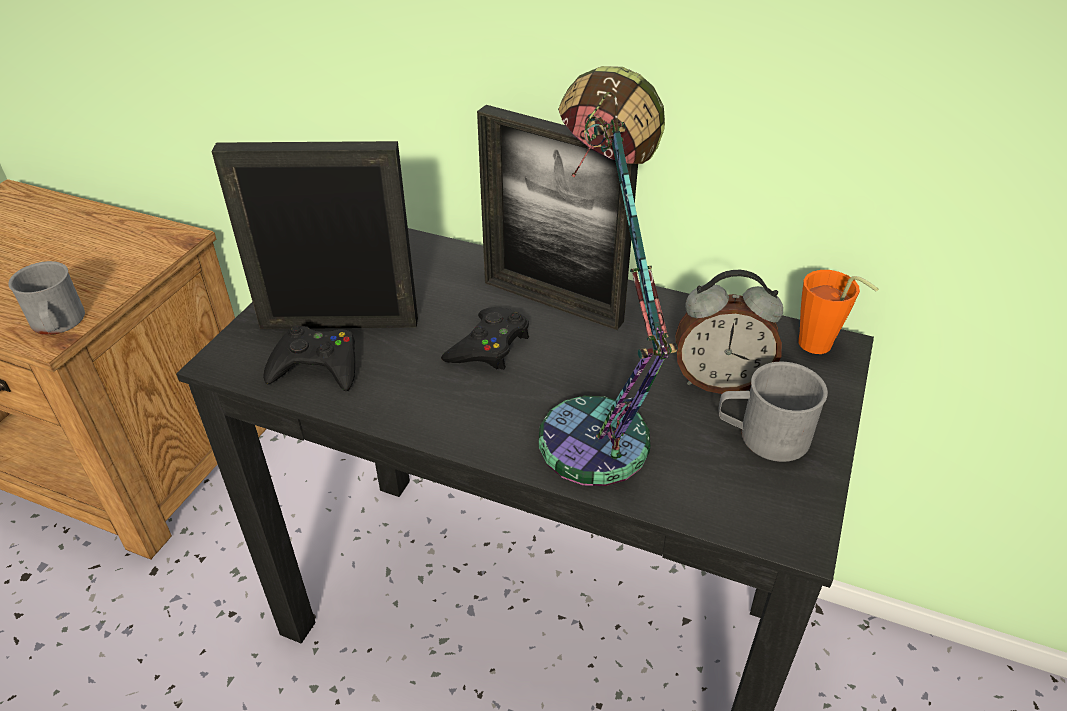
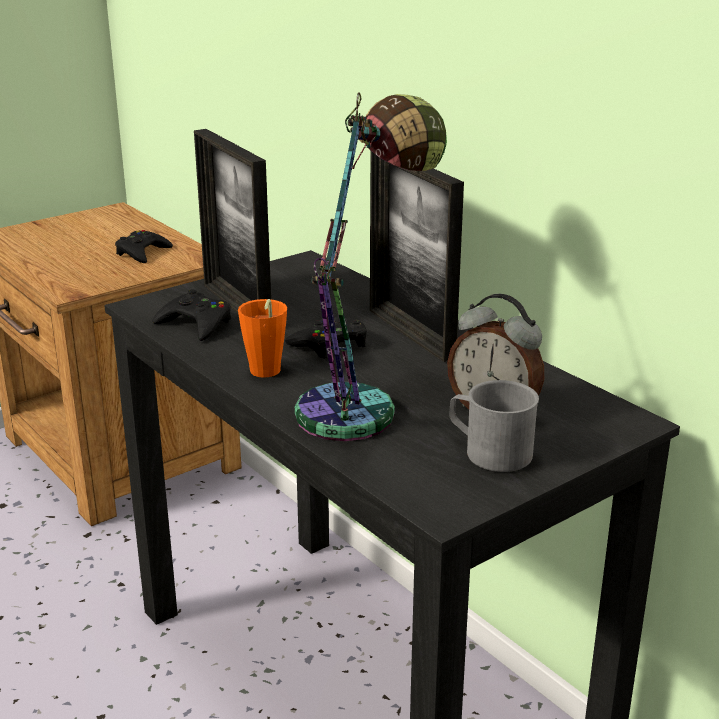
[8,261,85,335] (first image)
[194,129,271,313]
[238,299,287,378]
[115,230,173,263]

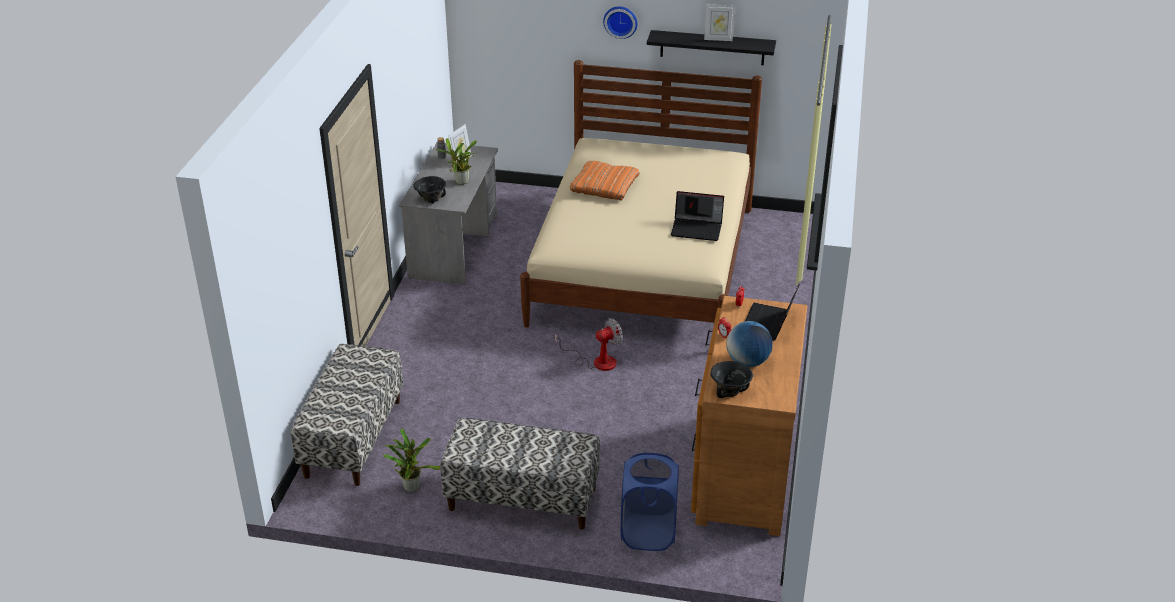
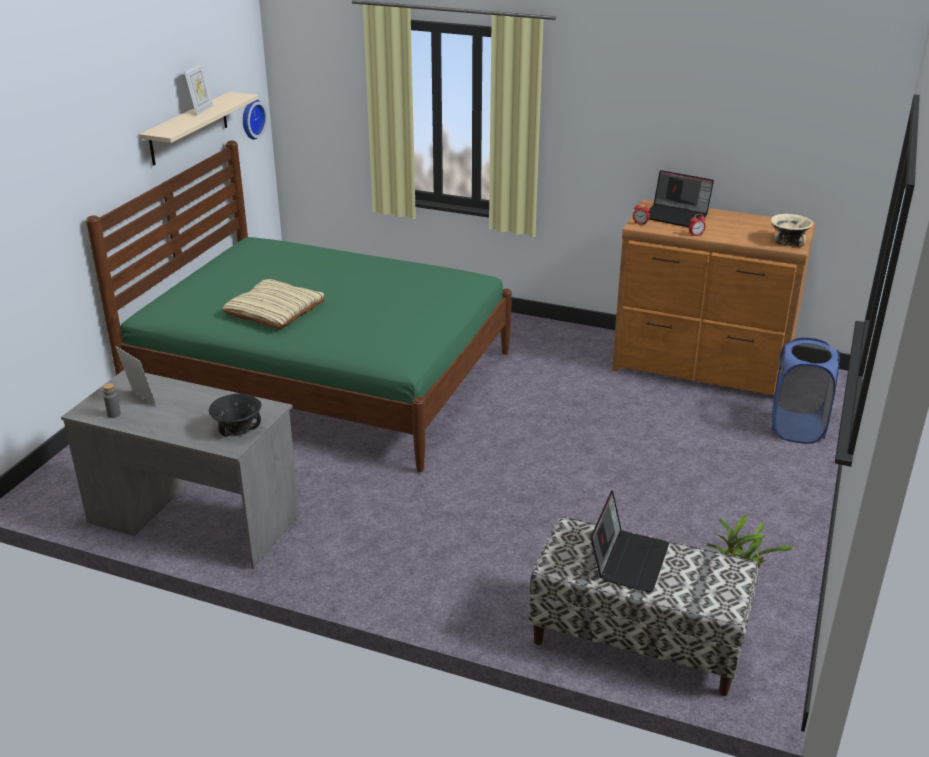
[436,138,477,185] (first image)
[440,417,600,530] (first image)
[86,141,512,472]
[554,318,623,371] (first image)
[222,279,324,329]
[243,100,267,140]
[139,92,258,166]
[591,490,669,592]
[770,214,813,246]
[726,321,772,367] (first image)

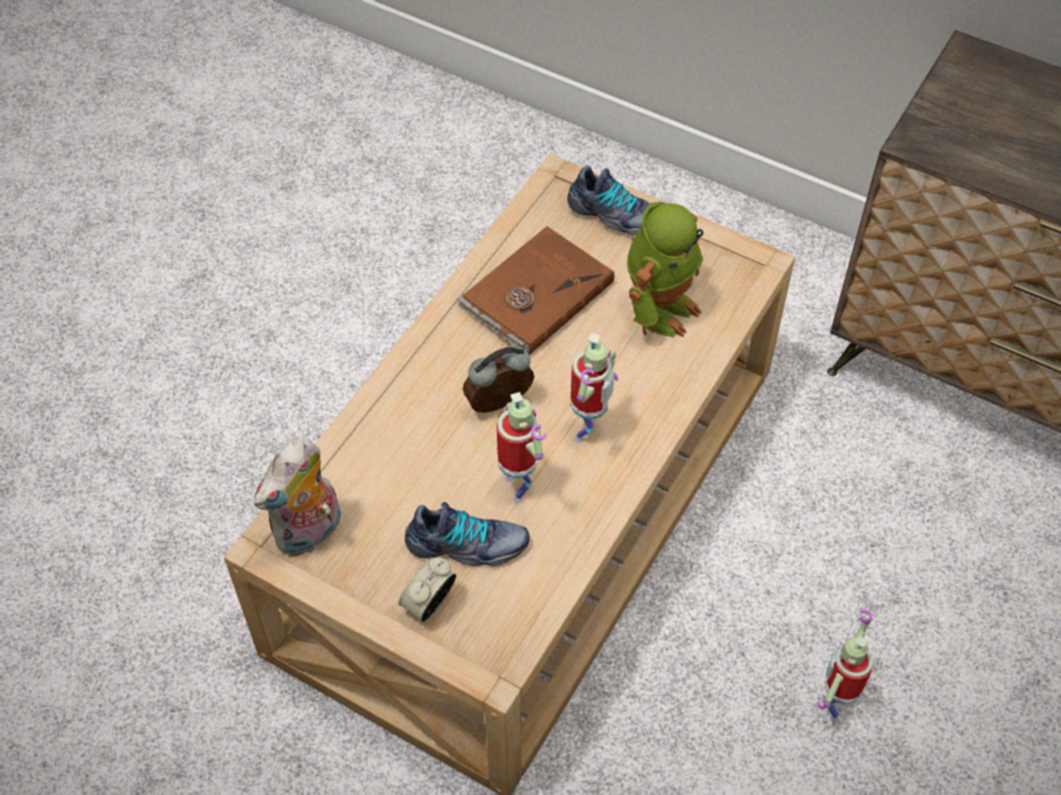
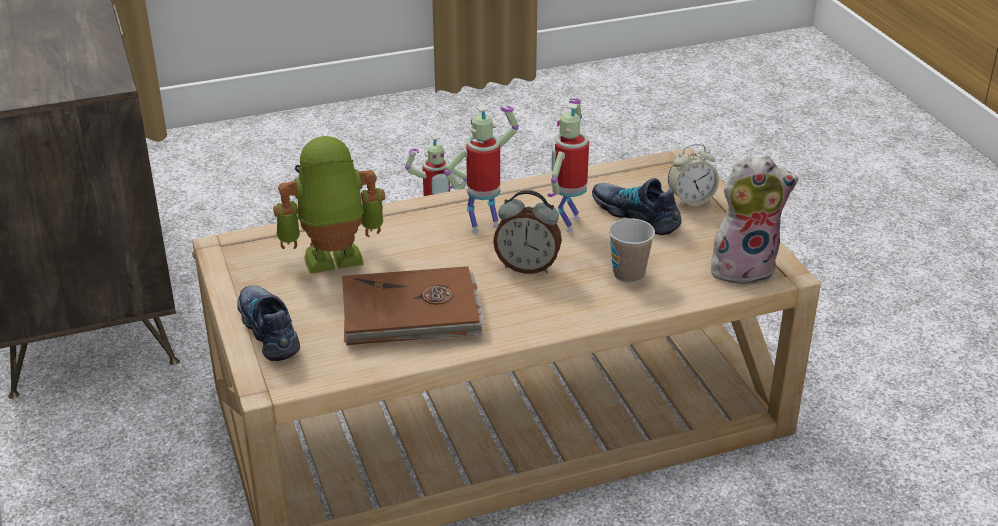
[609,218,655,283]

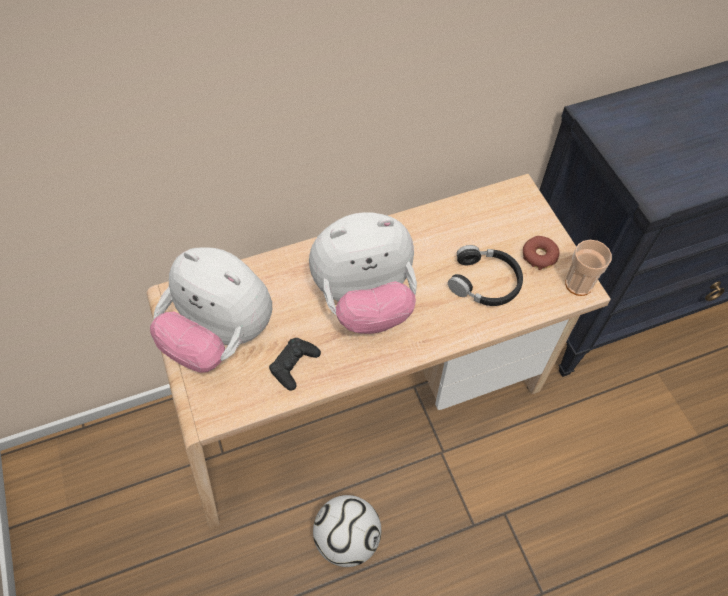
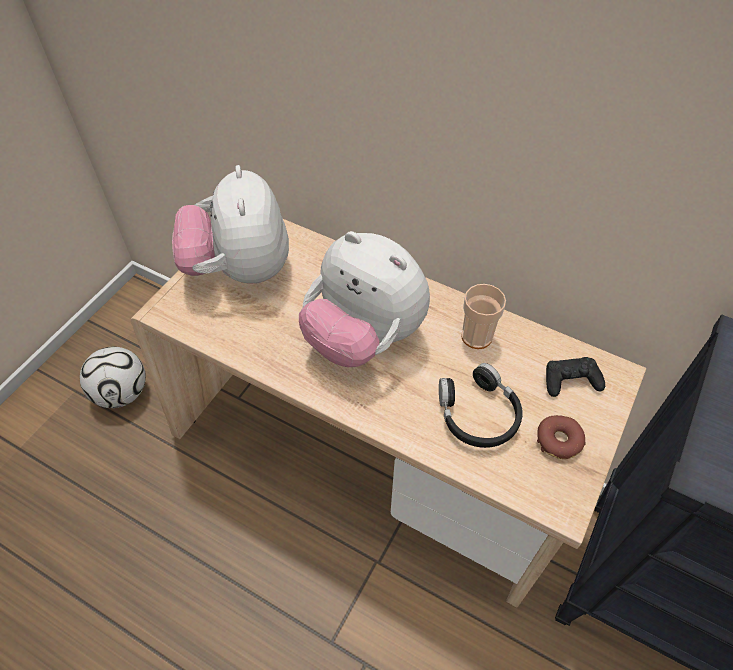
[546,357,605,397]
[80,347,146,408]
[461,284,506,349]

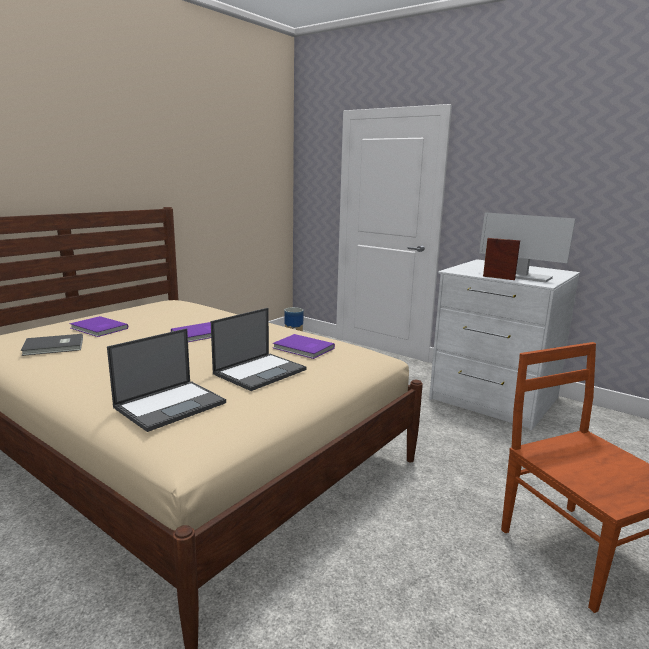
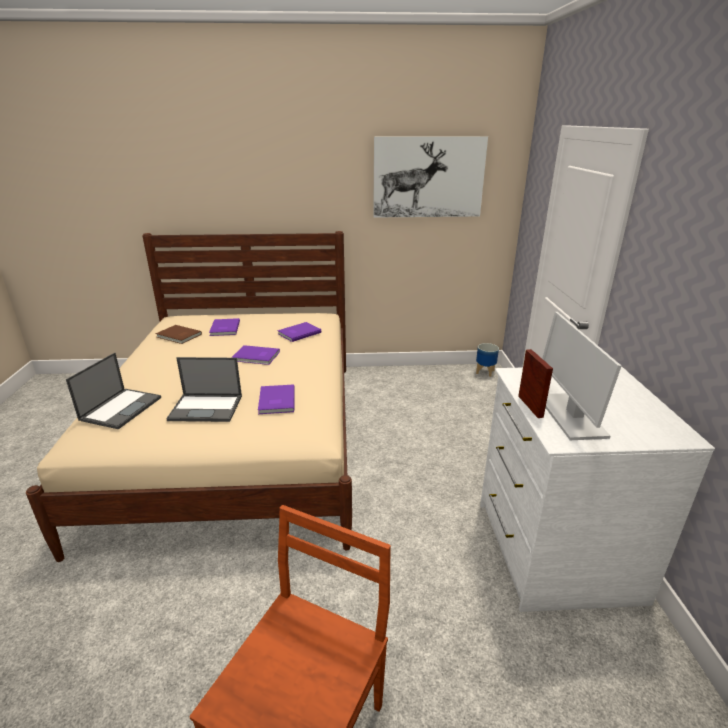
[155,325,202,344]
[66,353,161,429]
[277,322,321,342]
[373,136,488,218]

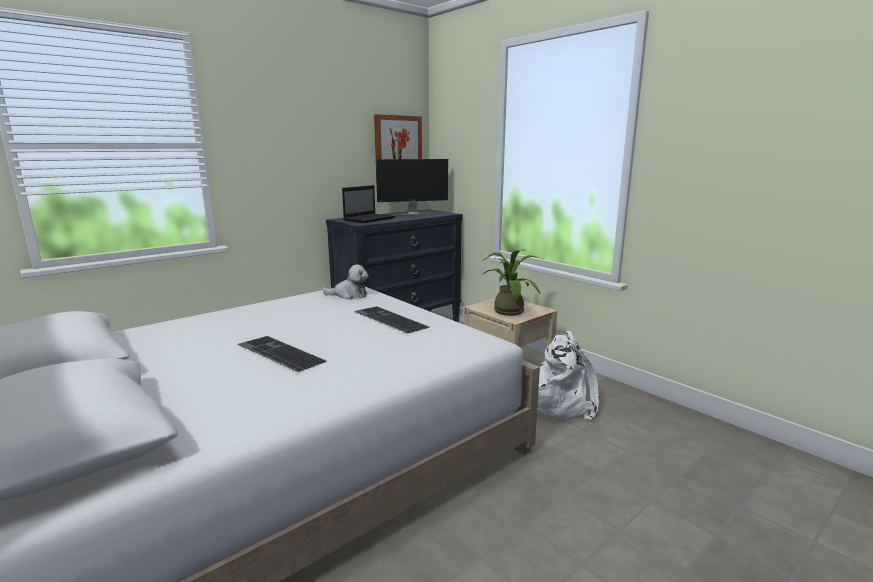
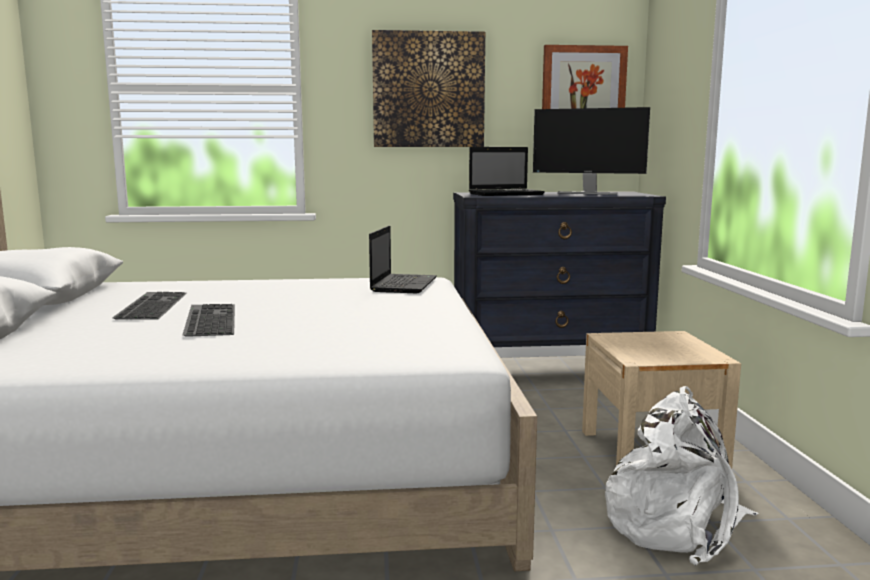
[369,226,437,294]
[112,292,187,320]
[482,249,542,316] (first image)
[372,30,485,147]

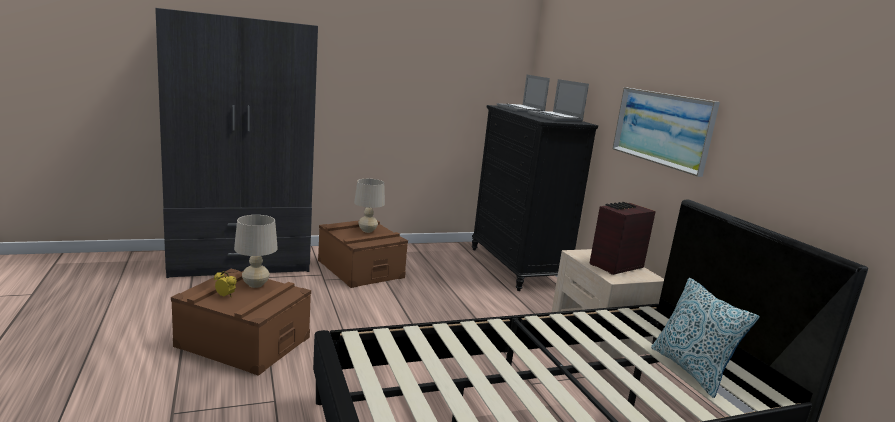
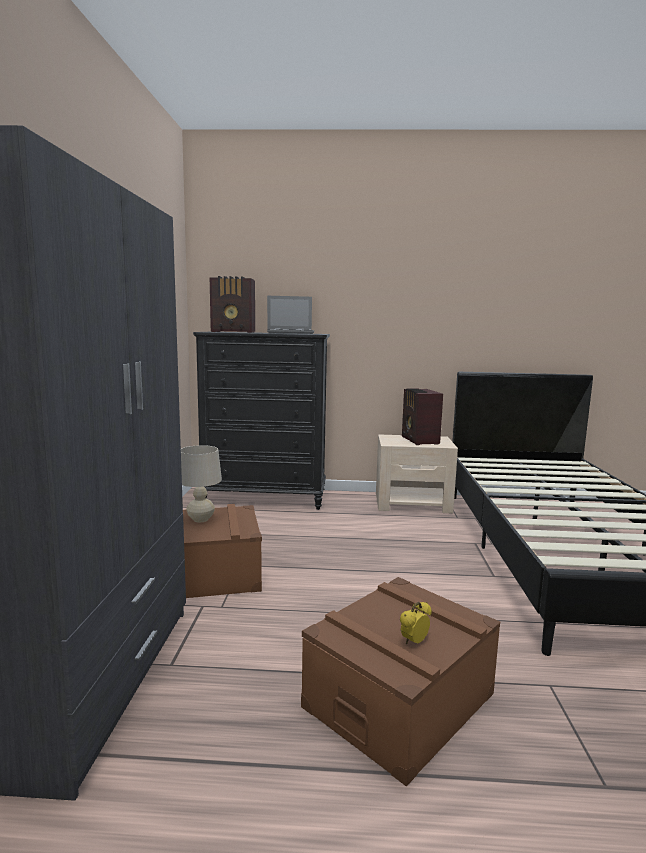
[234,215,278,288] (first image)
[210,276,255,333]
[613,87,720,177] (first image)
[651,278,759,398] (first image)

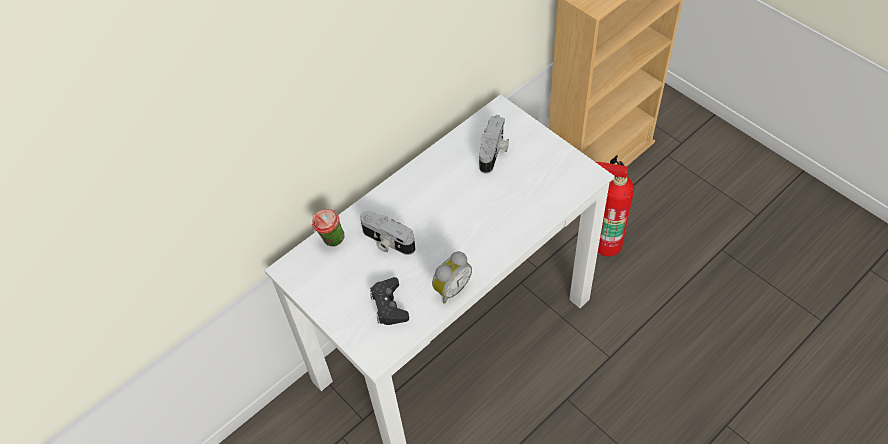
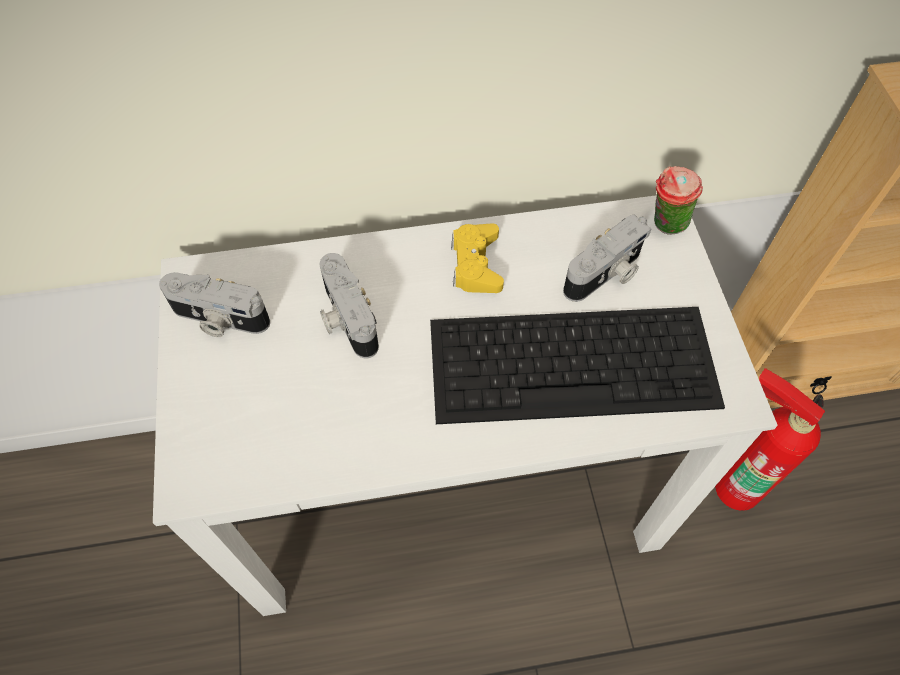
[654,166,703,235]
[370,277,409,325] (first image)
[432,251,472,304] (first image)
[159,272,270,337]
[430,307,725,424]
[451,223,504,293]

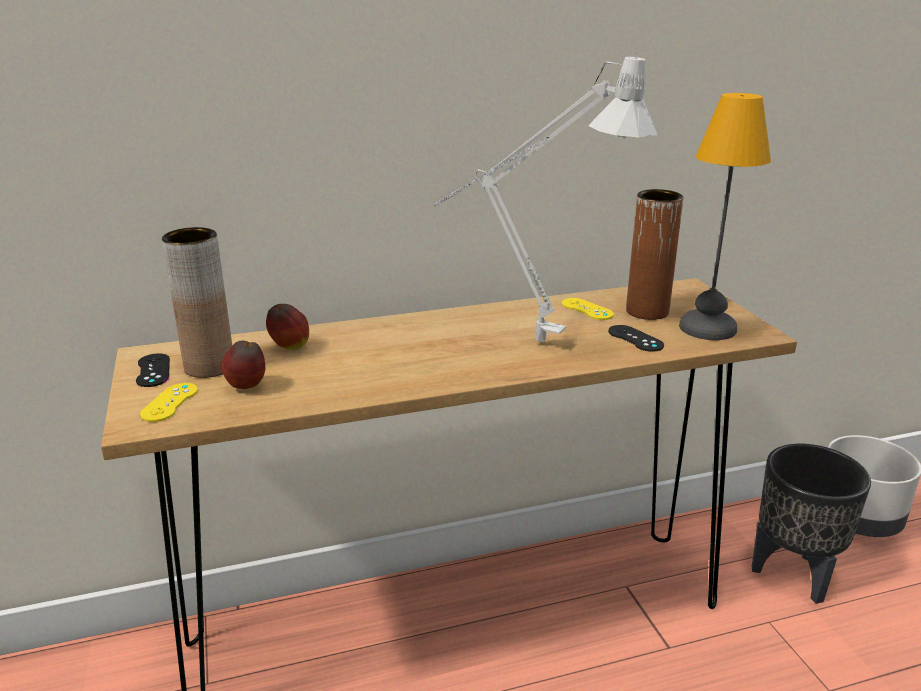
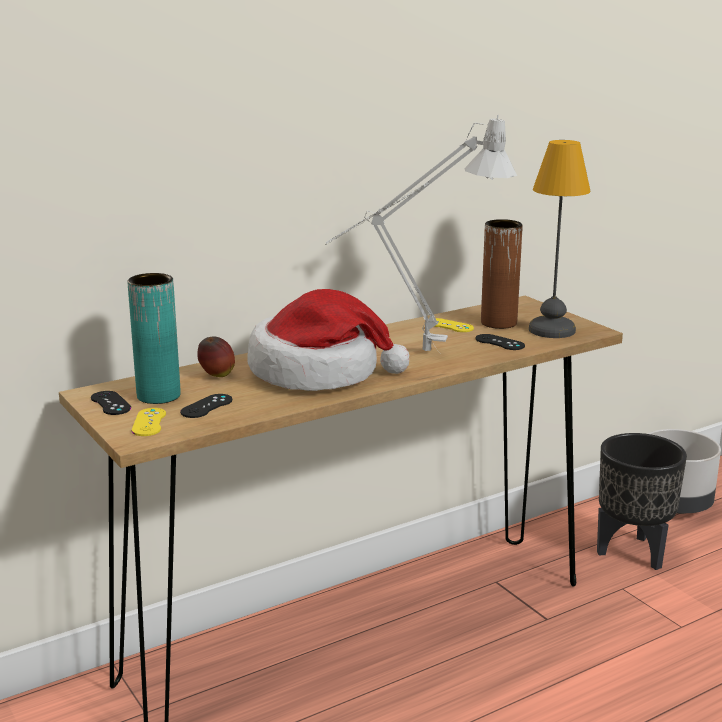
[127,273,180,404]
[180,394,232,418]
[247,289,409,391]

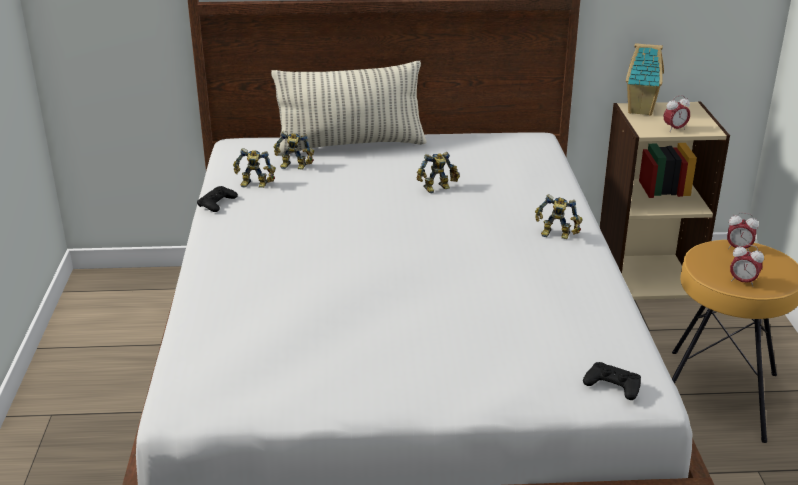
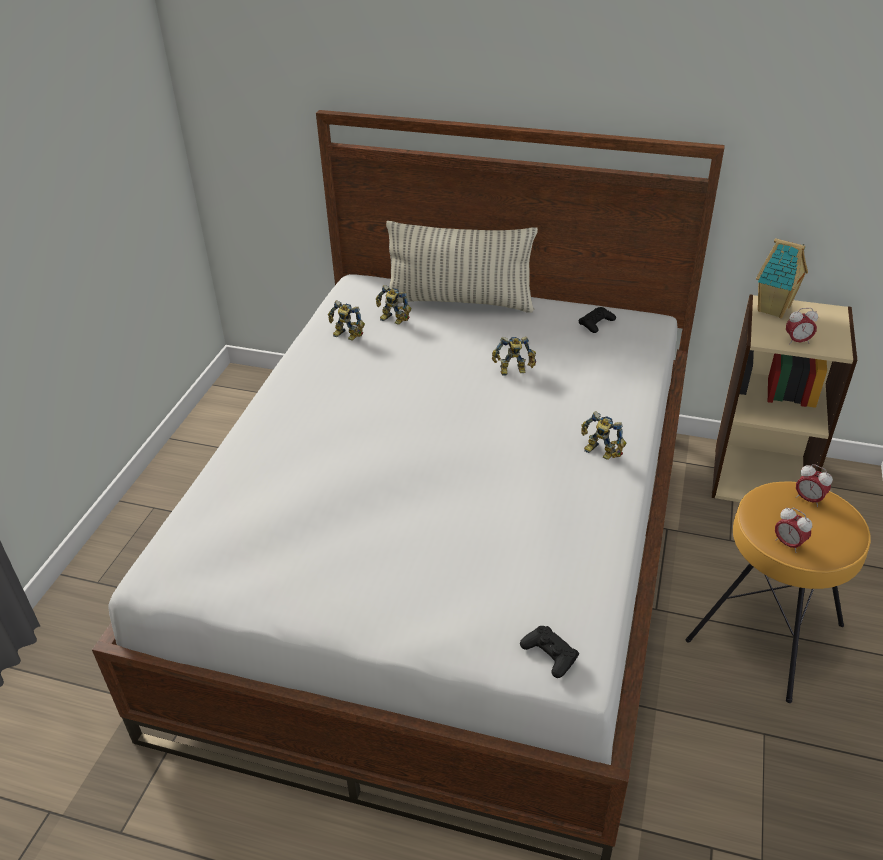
[579,307,616,333]

